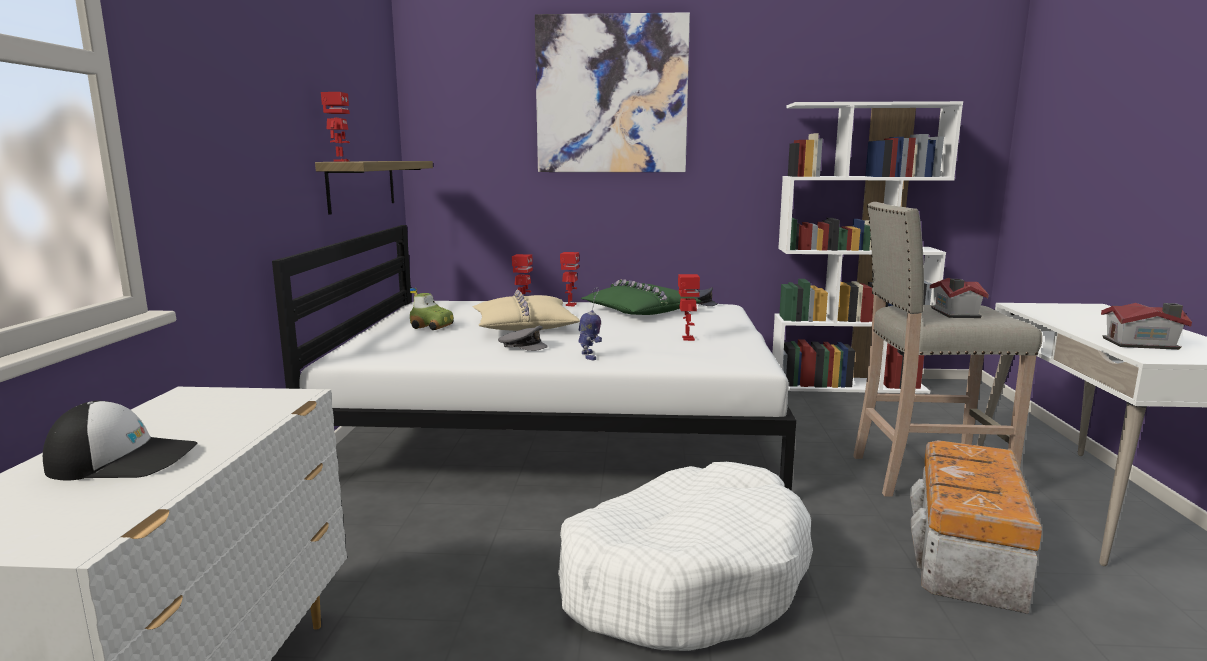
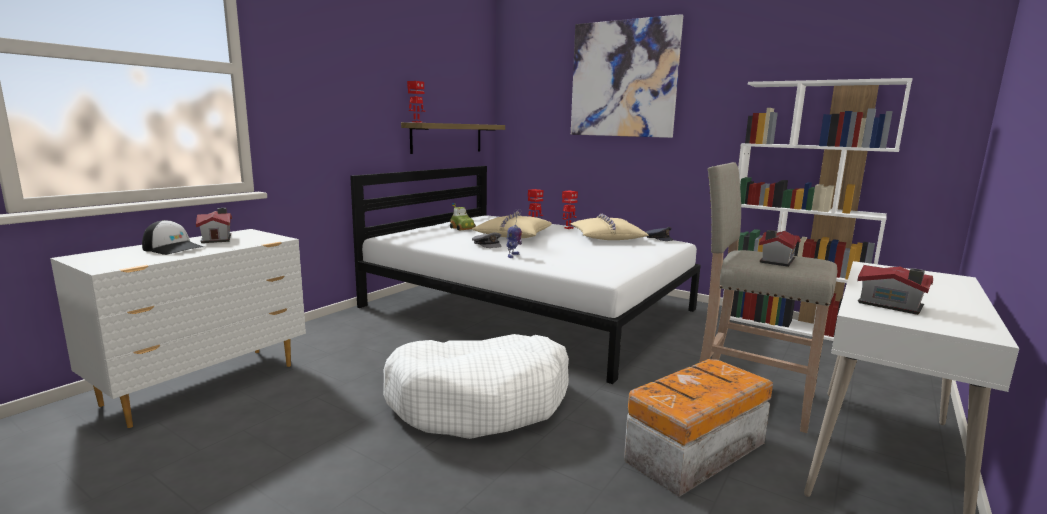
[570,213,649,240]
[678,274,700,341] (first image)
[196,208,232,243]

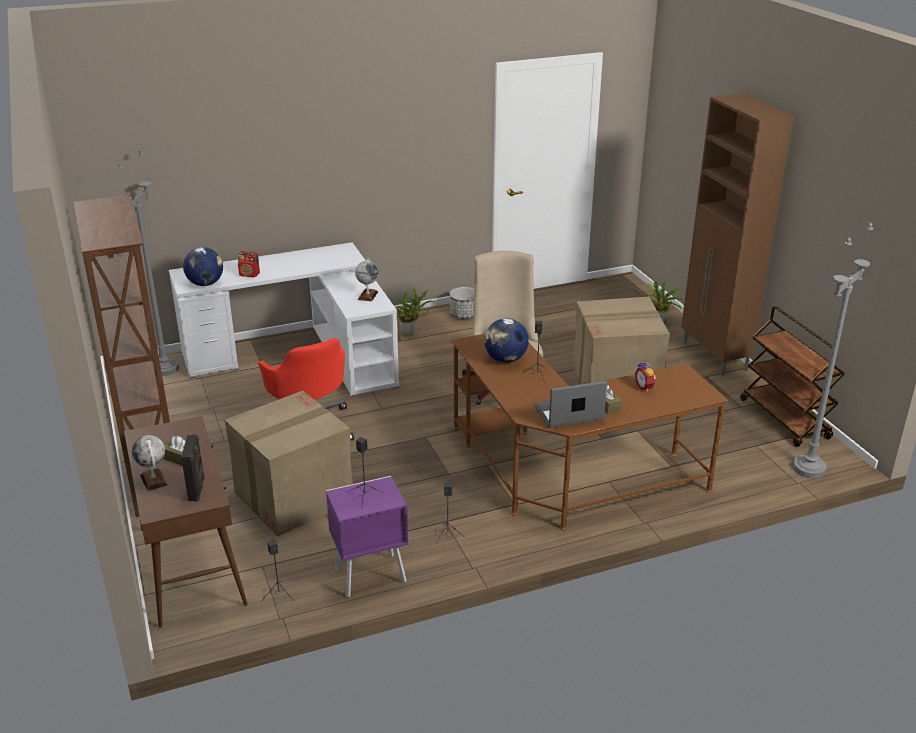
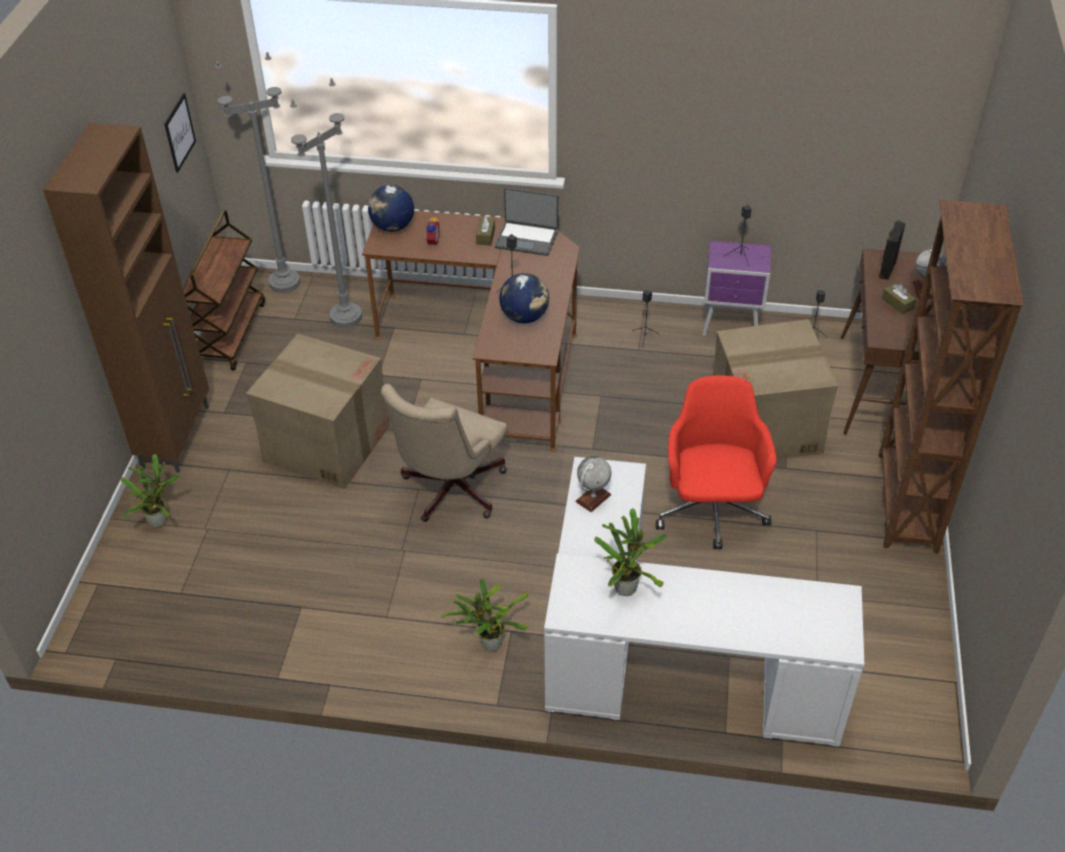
[290,78,362,328]
[368,185,414,232]
[238,250,260,277] (first image)
[449,287,474,319] (first image)
[164,93,196,173]
[594,508,668,596]

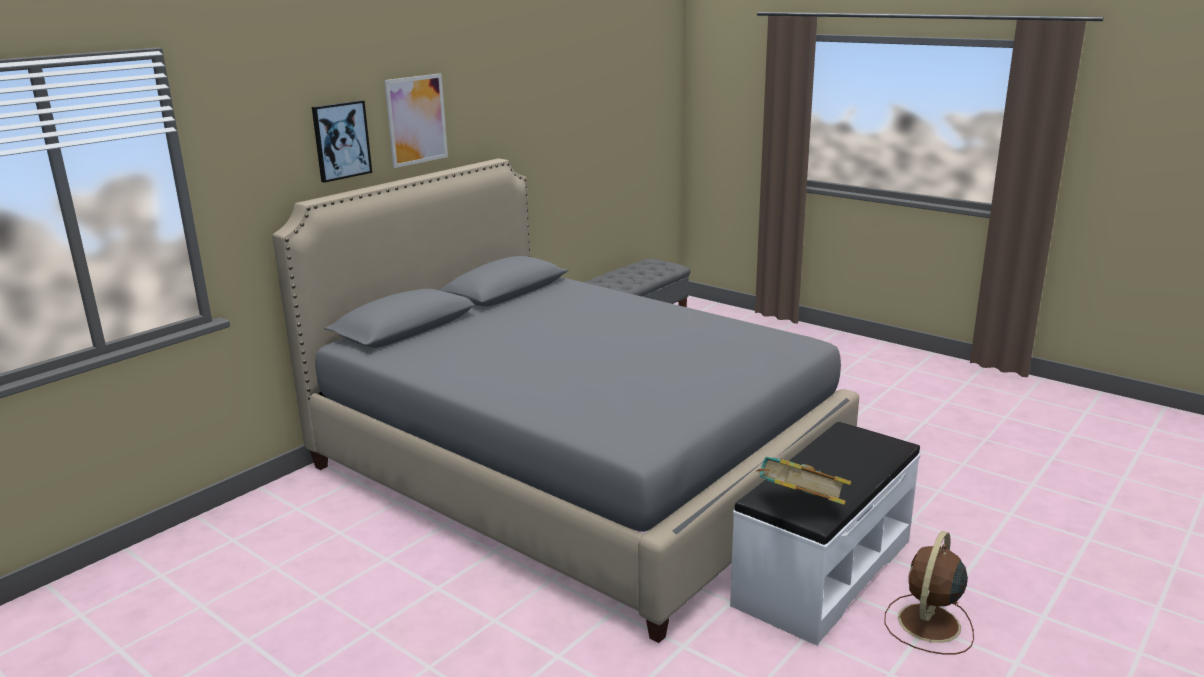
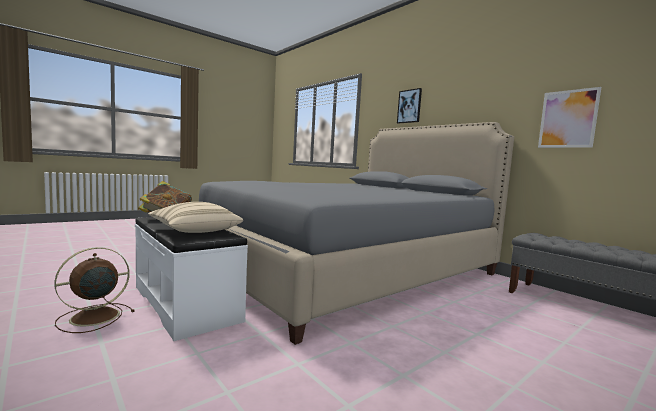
[538,87,601,148]
[54,247,135,333]
[148,202,243,233]

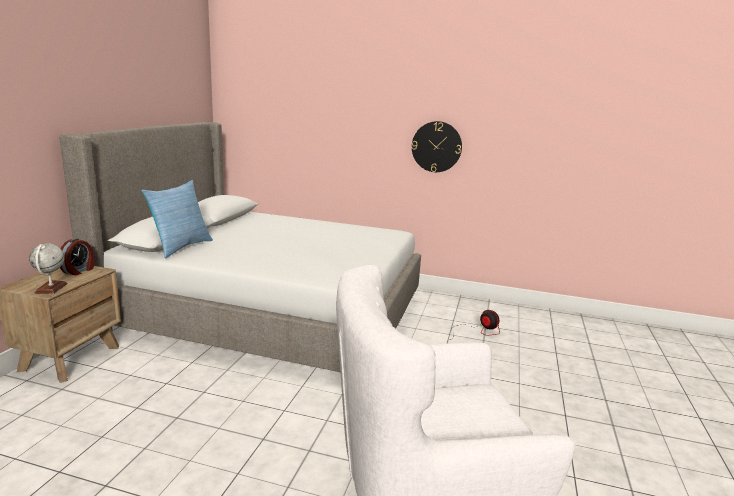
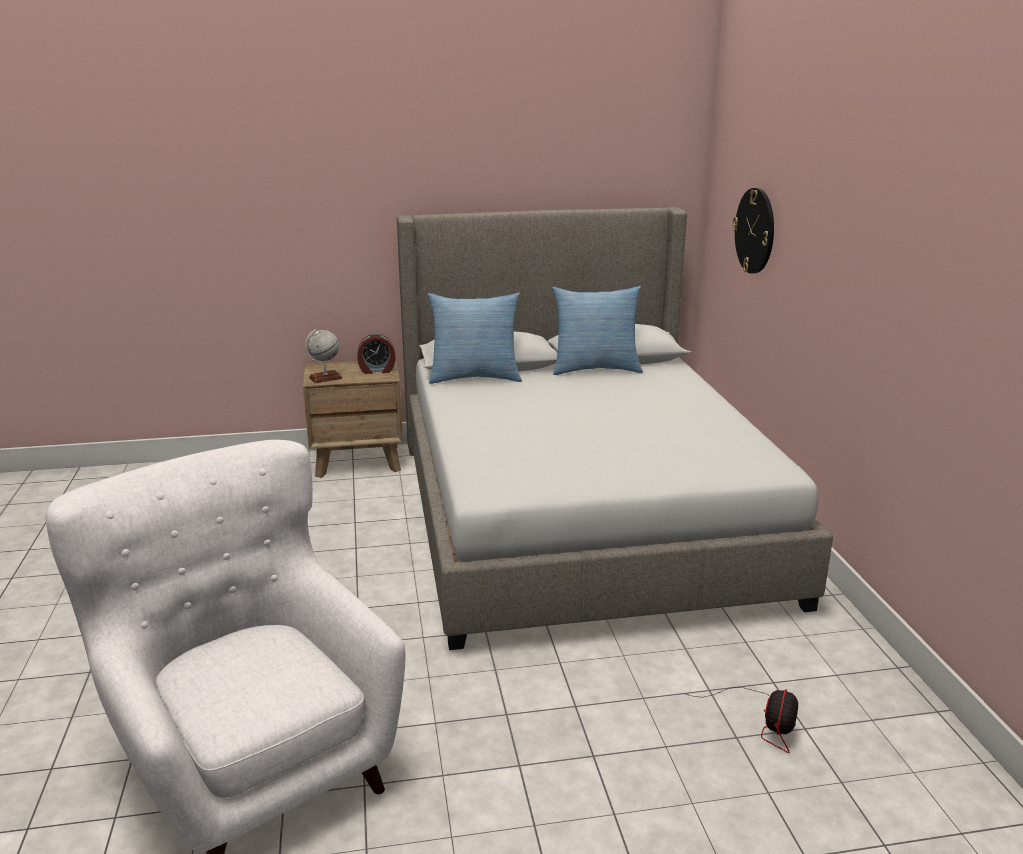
[732,188,774,274]
[552,286,643,375]

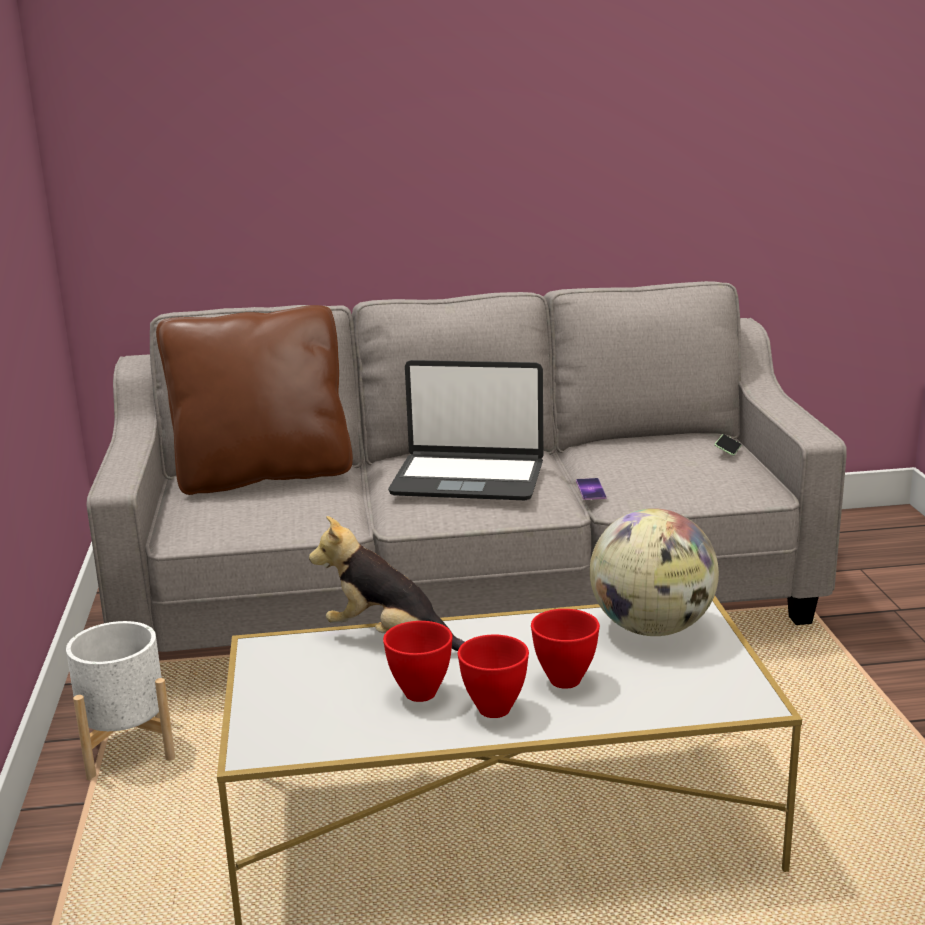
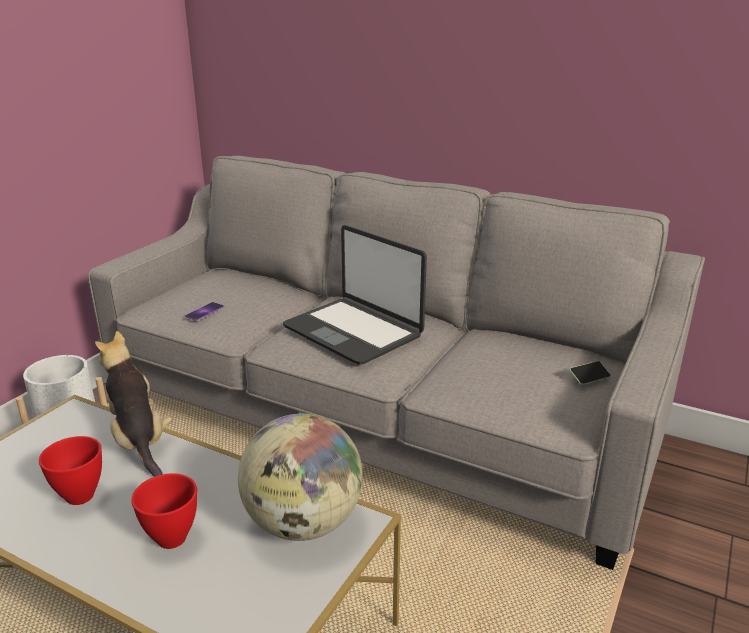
[156,305,353,495] (first image)
[458,635,529,718] (first image)
[185,302,224,321]

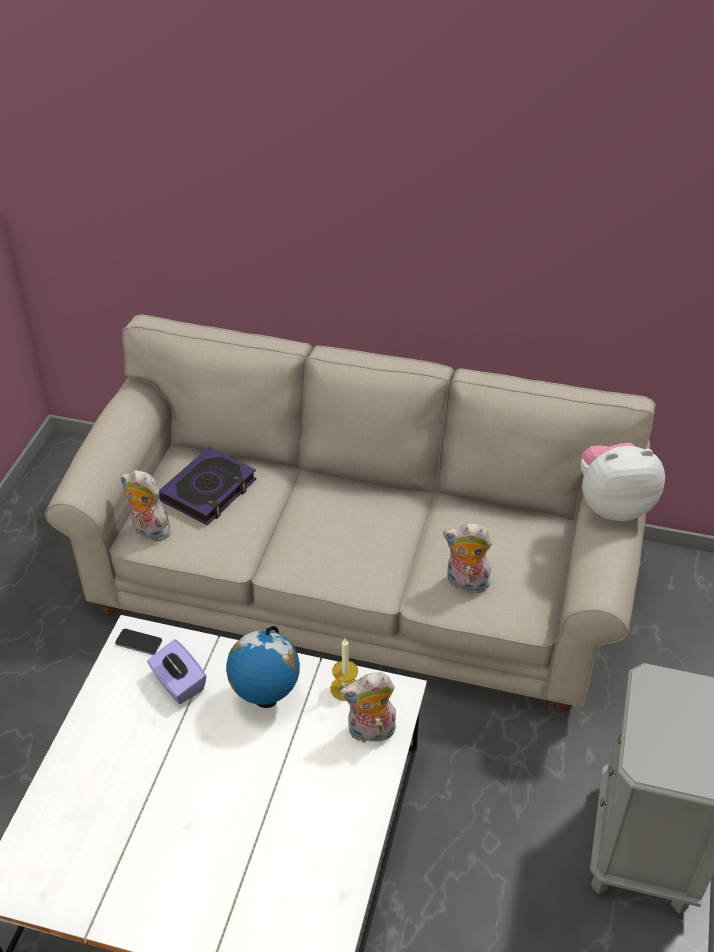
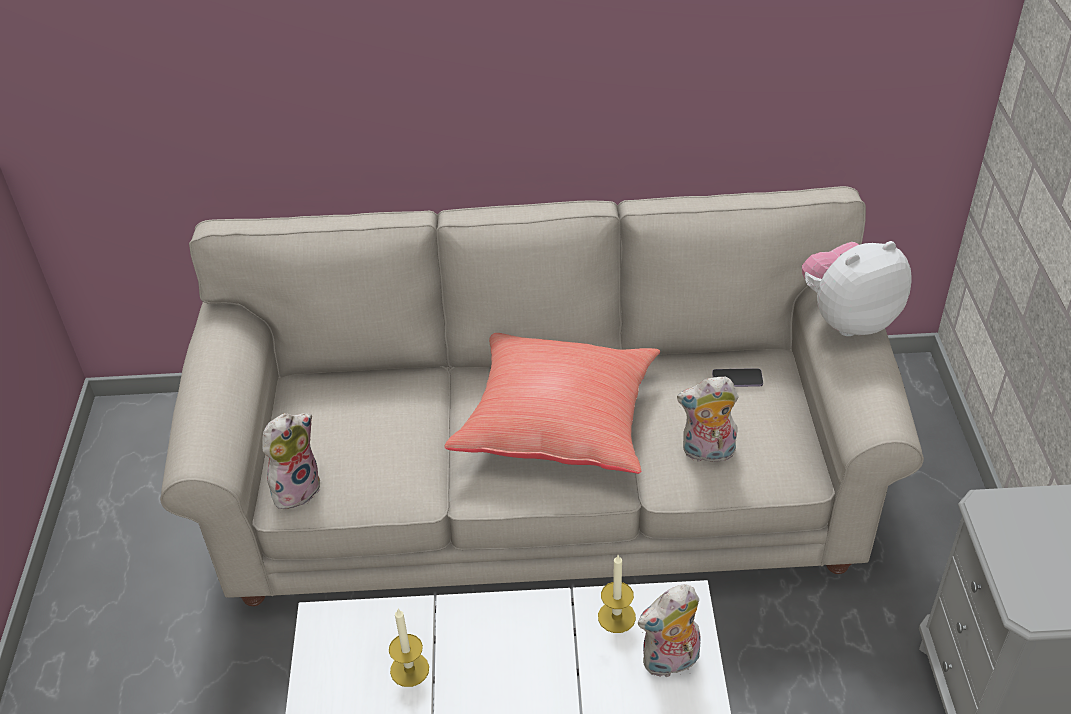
[712,368,763,387]
[262,413,321,509]
[389,609,429,687]
[159,447,256,525] (first image)
[226,626,300,708] (first image)
[444,333,660,474]

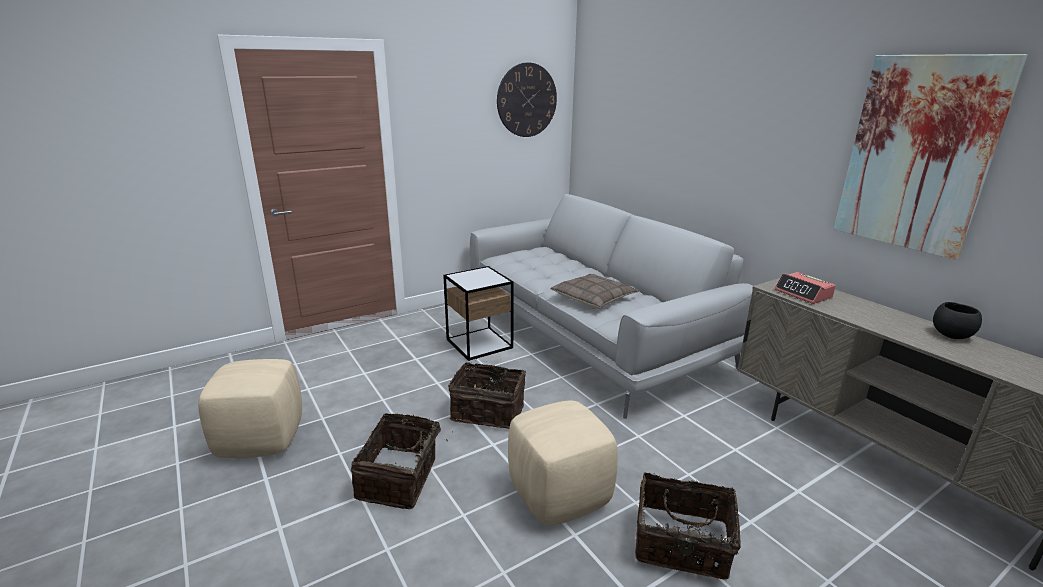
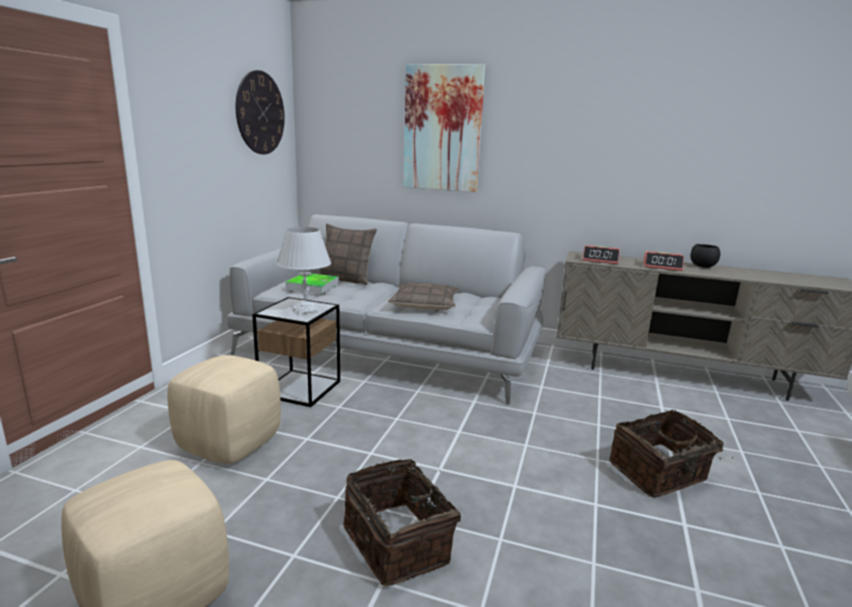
[448,362,526,429] (first image)
[167,355,281,464]
[403,64,485,192]
[277,227,331,316]
[285,273,339,294]
[318,223,377,285]
[643,251,684,271]

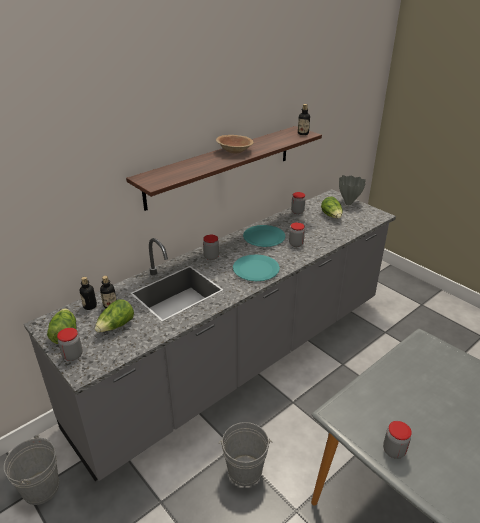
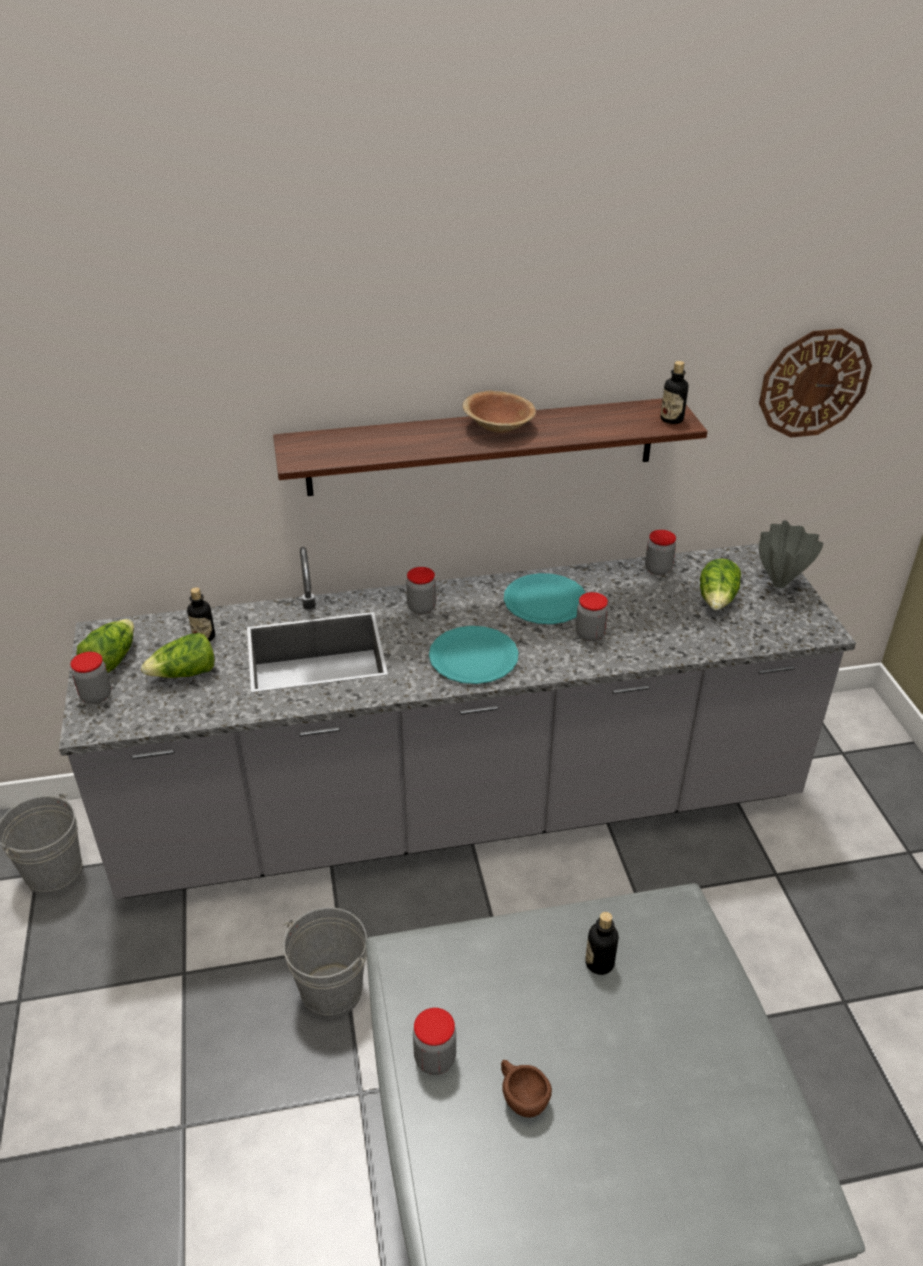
[585,912,619,975]
[501,1060,552,1118]
[759,328,872,438]

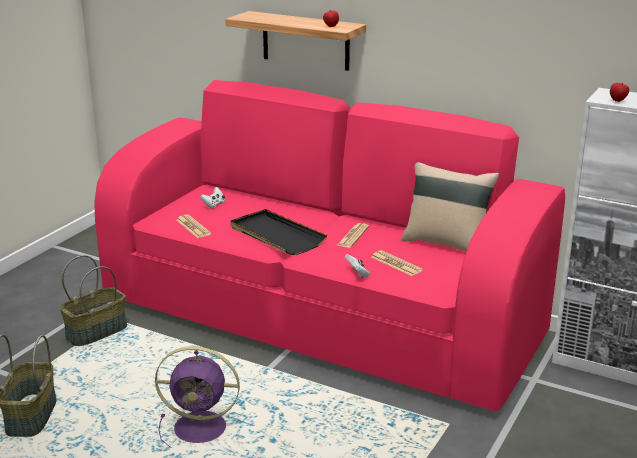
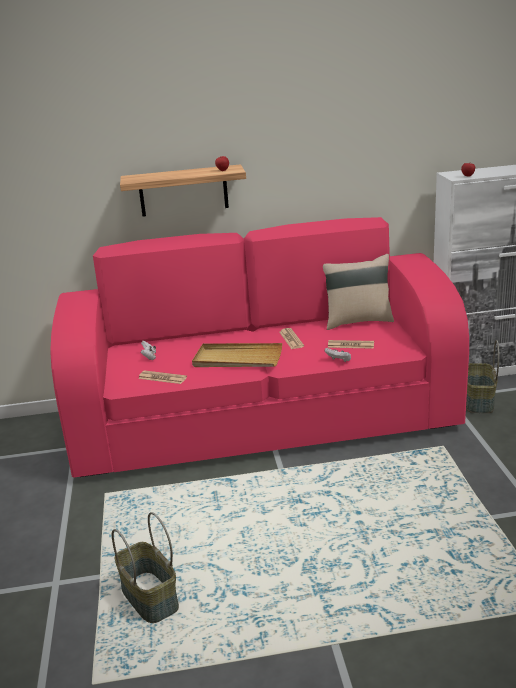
[466,340,499,413]
[155,346,240,448] (first image)
[192,343,282,367]

